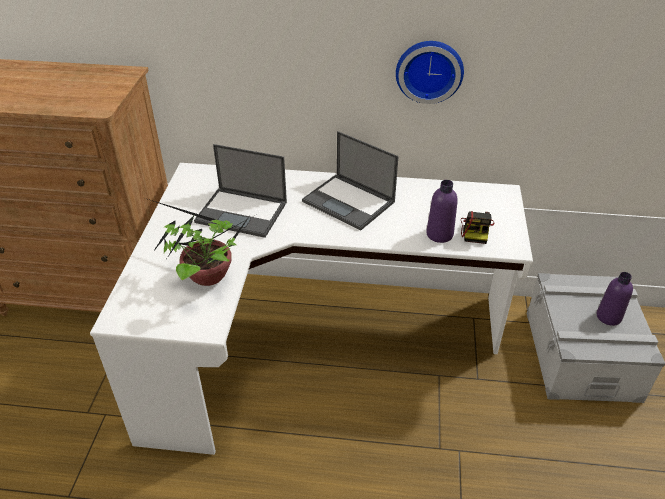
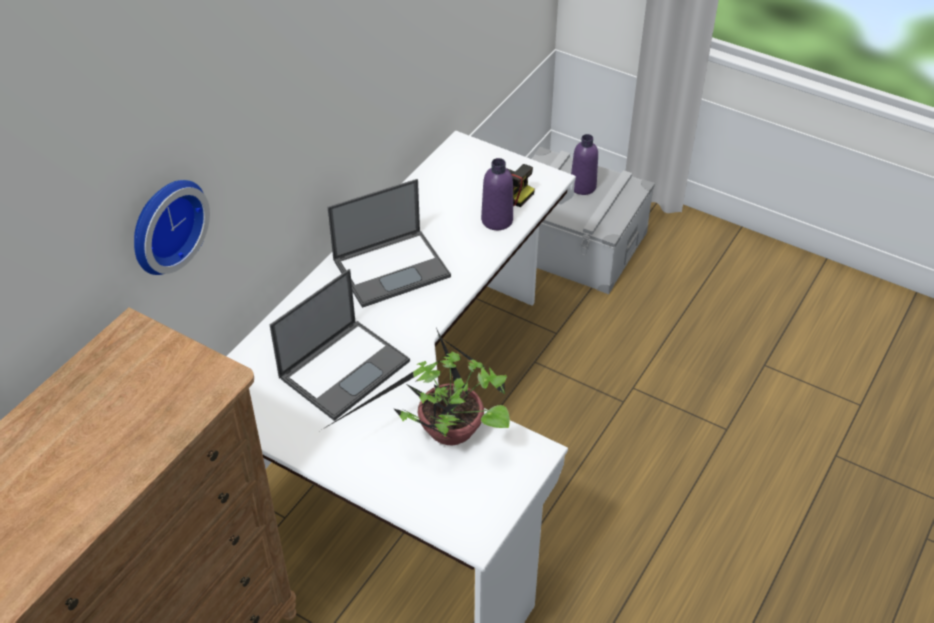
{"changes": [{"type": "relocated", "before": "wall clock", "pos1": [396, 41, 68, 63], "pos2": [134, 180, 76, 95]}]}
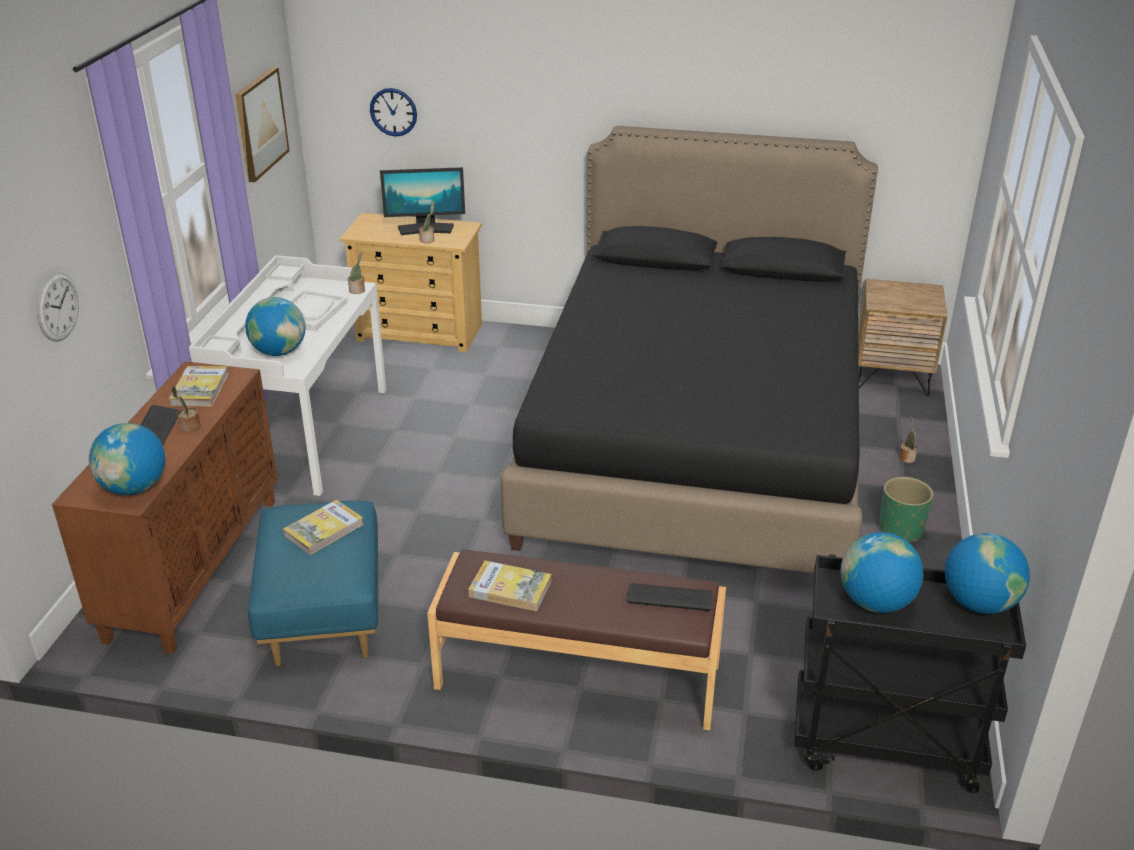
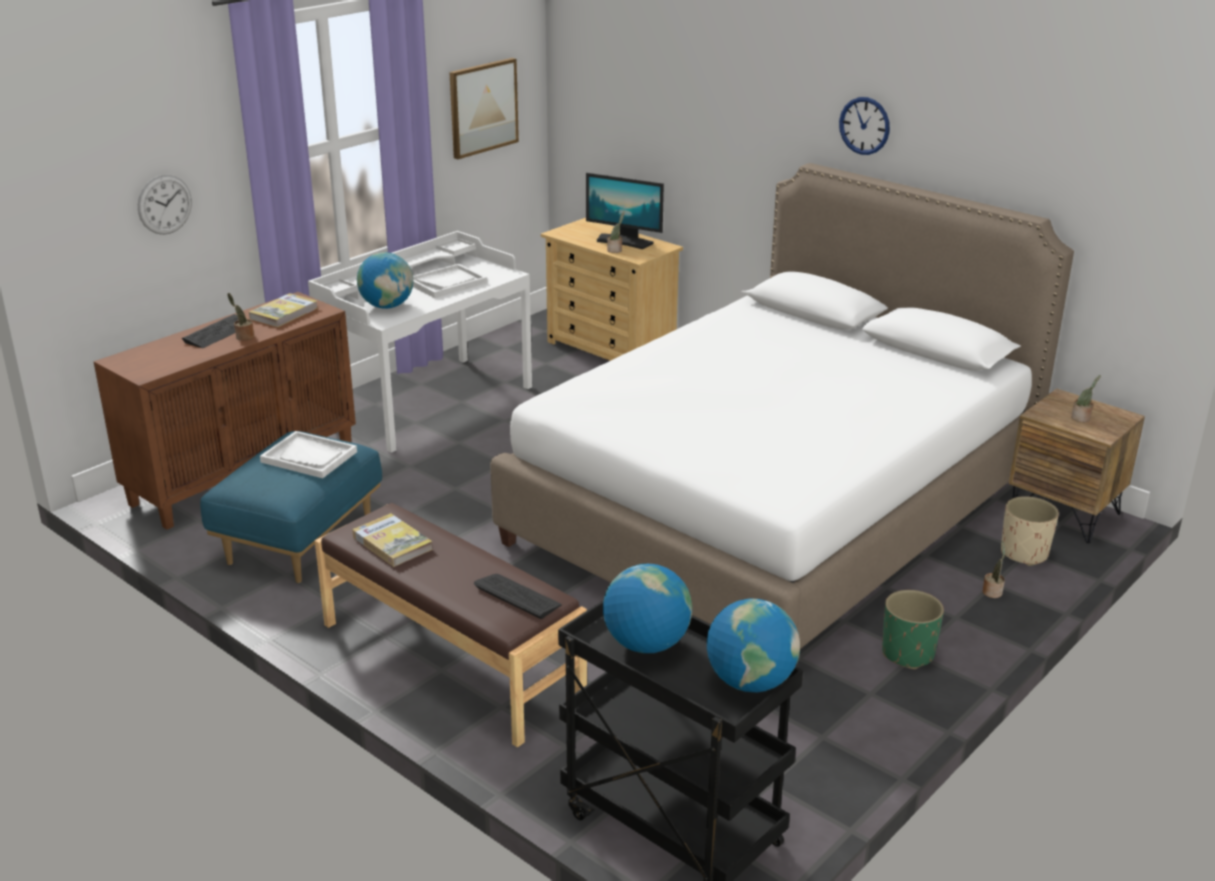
{"changes": [{"type": "relocated", "before": "wall clock", "pos1": [370, 88, 47, 49], "pos2": [839, 97, 51, 58]}, {"type": "colour", "before": "black bed", "after": "white bed", "pos1": [501, 126, 377, 448], "pos2": [490, 163, 584, 486]}, {"type": "relocated", "before": "potted plant", "pos1": [348, 251, 17, 43], "pos2": [1071, 375, 30, 47]}, {"type": "missing", "before": "globe", "pos1": [89, 423, 76, 72]}, {"type": "exchanged", "before": "book", "after": "white tray", "pos1": [283, 500, 81, 55], "pos2": [260, 431, 97, 47]}, {"type": "appeared", "after": "beige planter", "pos2": [1001, 496, 58, 70]}]}
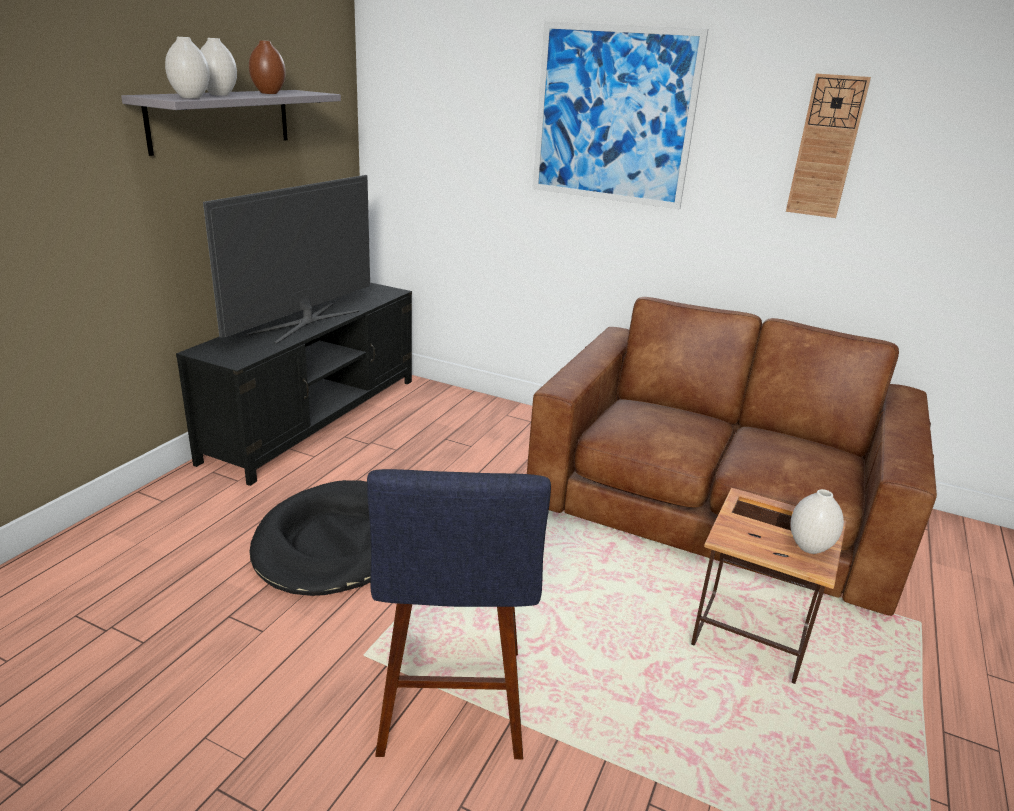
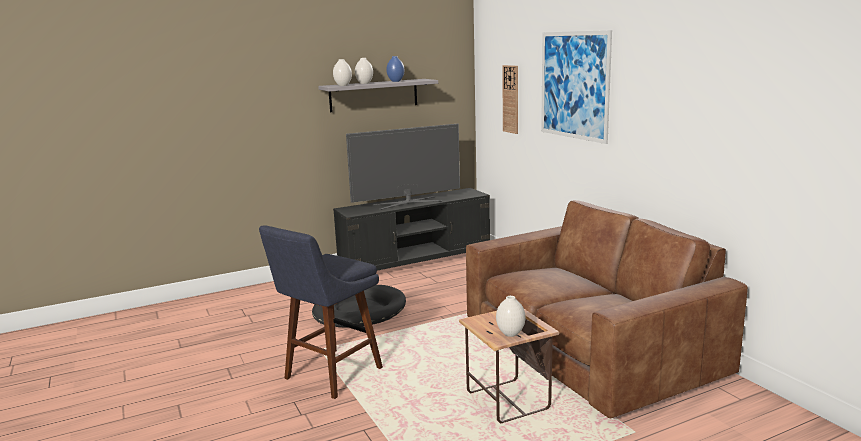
{"changes": [{"type": "colour", "before": "brown vase", "after": "blue vase", "pos1": [249, 40, 37, 54], "pos2": [386, 56, 18, 26]}, {"type": "relocated", "before": "wall clock", "pos1": [786, 73, 85, 145], "pos2": [502, 65, 16, 69]}]}
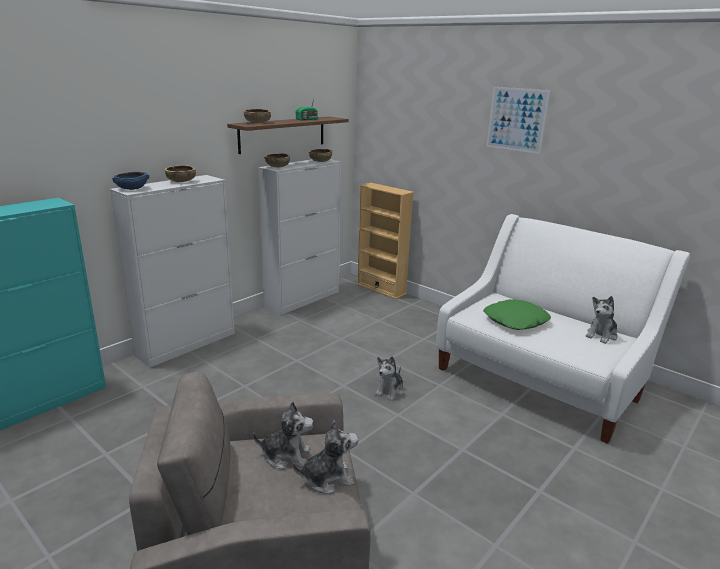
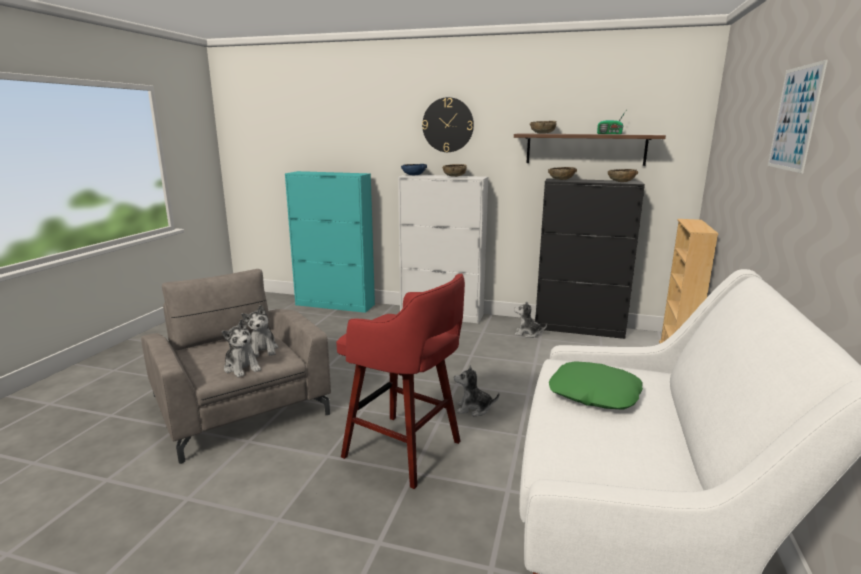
{"changes": [{"type": "colour", "before": "white cabinet", "after": "black cabinet", "pos1": [258, 159, 83, 156], "pos2": [535, 178, 110, 161]}, {"type": "relocated", "before": "plush toy", "pos1": [585, 296, 32, 48], "pos2": [514, 301, 33, 37]}, {"type": "appeared", "after": "wall clock", "pos2": [422, 97, 52, 55]}, {"type": "appeared", "after": "red stool", "pos2": [336, 273, 129, 216]}]}
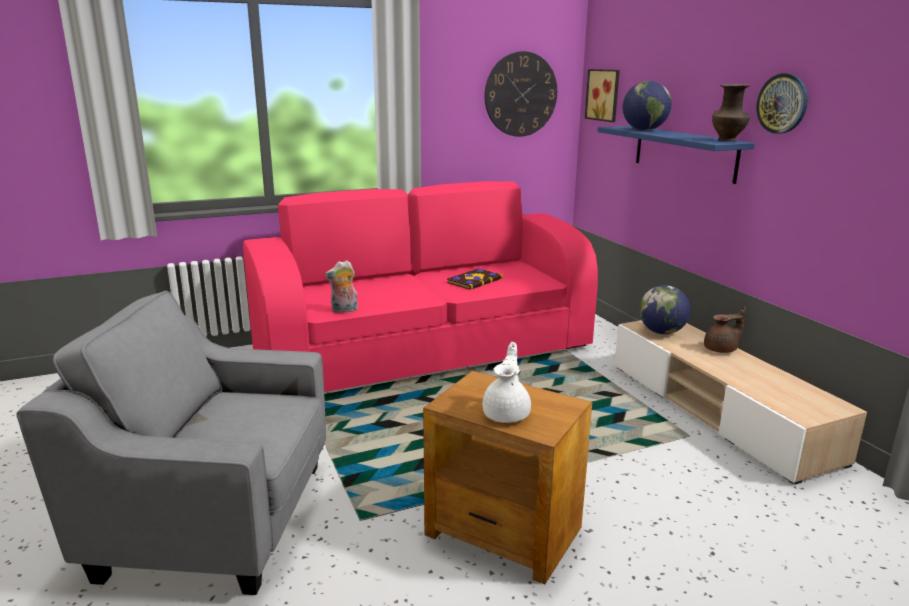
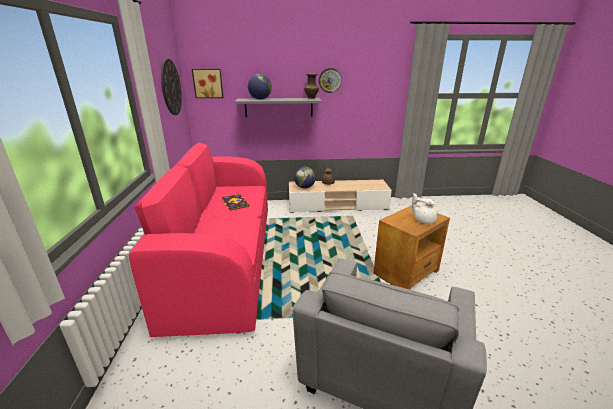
{"changes": [{"type": "colour", "before": "blue shelf", "after": "grey shelf", "pos1": [597, 126, 158, 58], "pos2": [234, 98, 87, 19]}, {"type": "missing", "before": "plush toy", "pos1": [325, 260, 33, 53]}]}
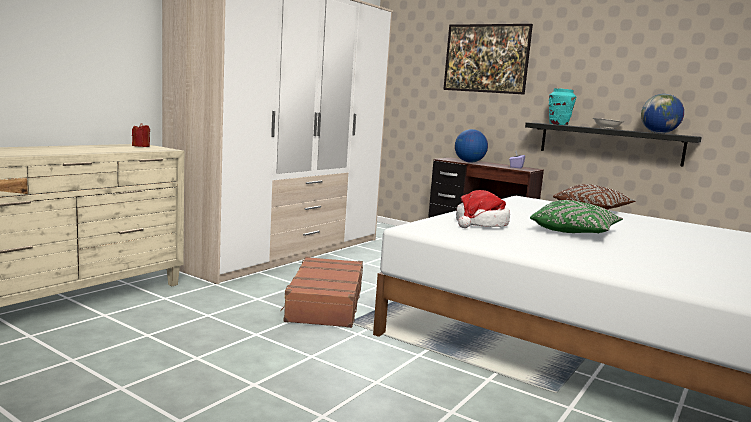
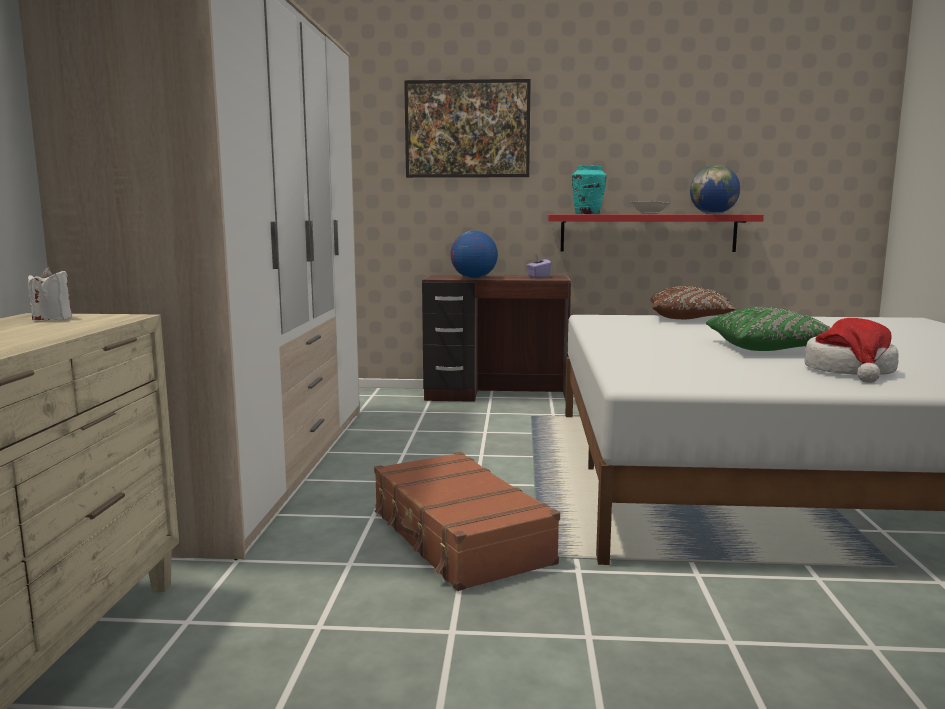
{"changes": [{"type": "colour", "before": "red candle", "after": "white candle", "pos1": [132, 123, 18, 24], "pos2": [28, 267, 44, 53]}, {"type": "colour", "before": "black shelf", "after": "red shelf", "pos1": [525, 123, 177, 43], "pos2": [548, 215, 216, 37]}, {"type": "relocated", "before": "hat", "pos1": [456, 190, 54, 38], "pos2": [804, 318, 95, 65]}]}
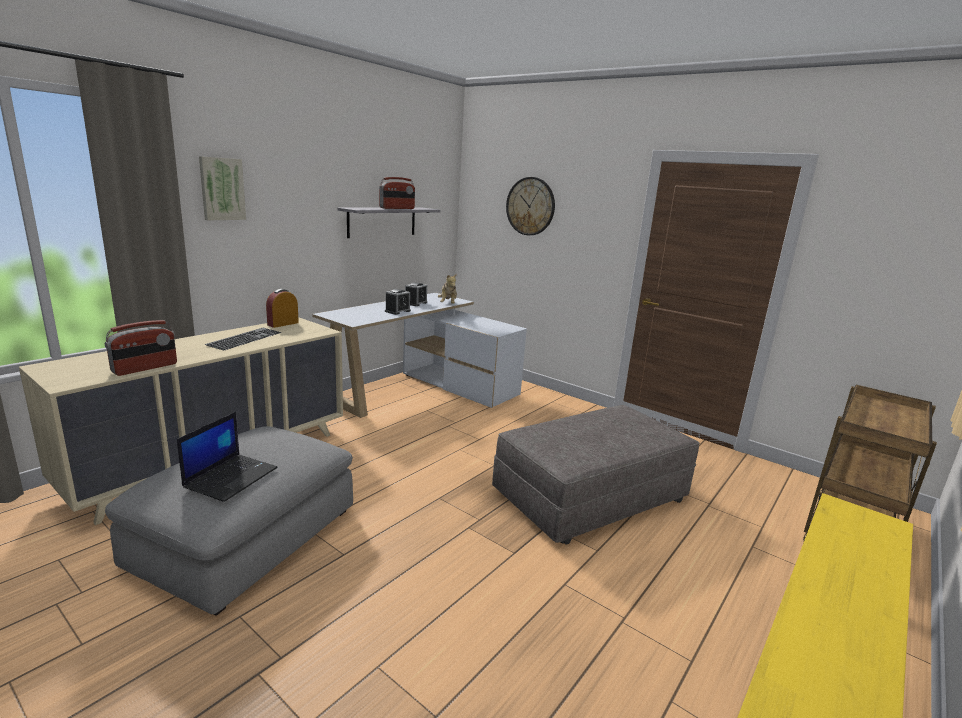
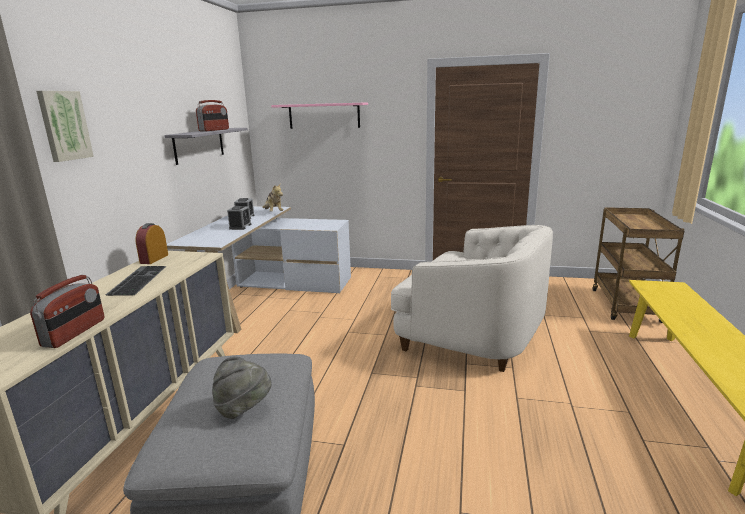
{"changes": [{"type": "exchanged", "before": "wall clock", "after": "pink shelf", "pos1": [506, 177, 49, 58], "pos2": [271, 102, 97, 27]}, {"type": "exchanged", "before": "grey ottoman", "after": "white armchair", "pos1": [492, 405, 208, 140], "pos2": [391, 225, 162, 147]}, {"type": "exchanged", "before": "laptop", "after": "grey hat", "pos1": [177, 412, 101, 90], "pos2": [212, 357, 59, 62]}]}
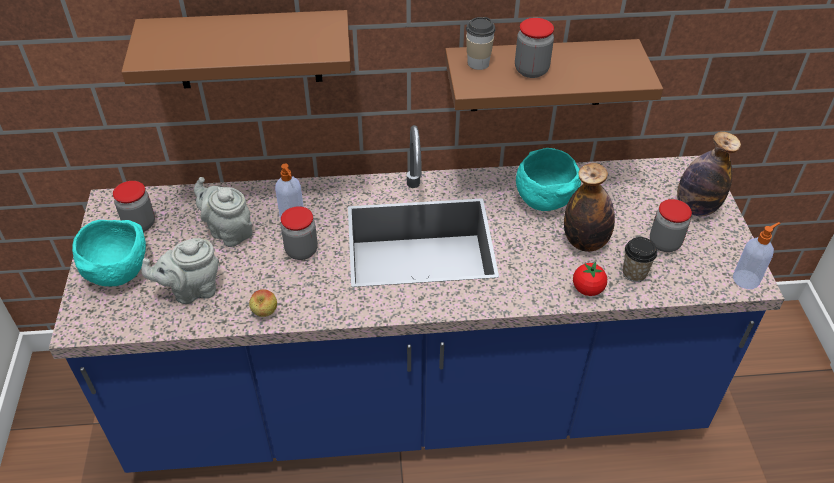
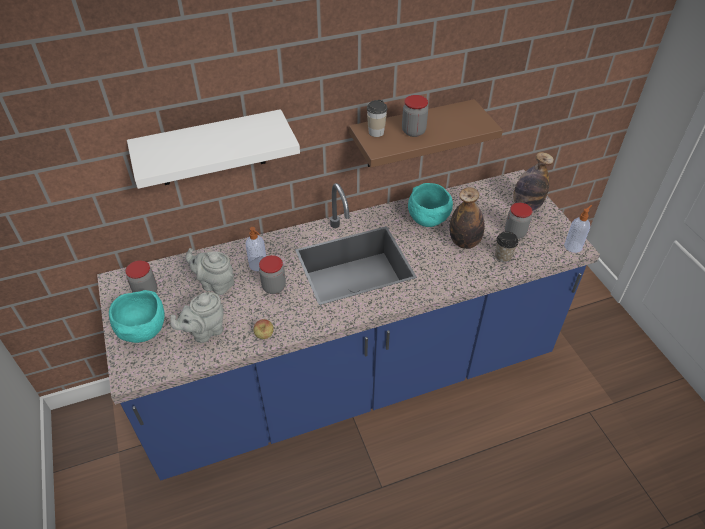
{"changes": [{"type": "colour", "before": "brown shelf", "after": "white shelf", "pos1": [121, 10, 230, 78], "pos2": [127, 109, 173, 80]}, {"type": "missing", "before": "tomato", "pos1": [573, 262, 34, 34]}]}
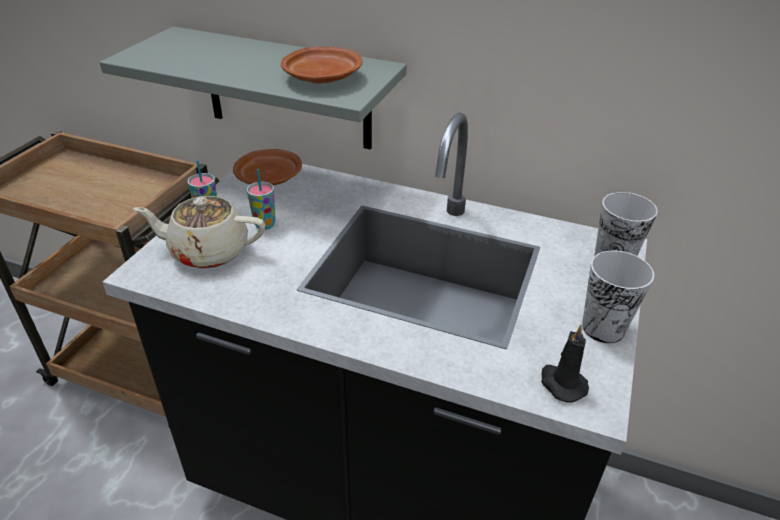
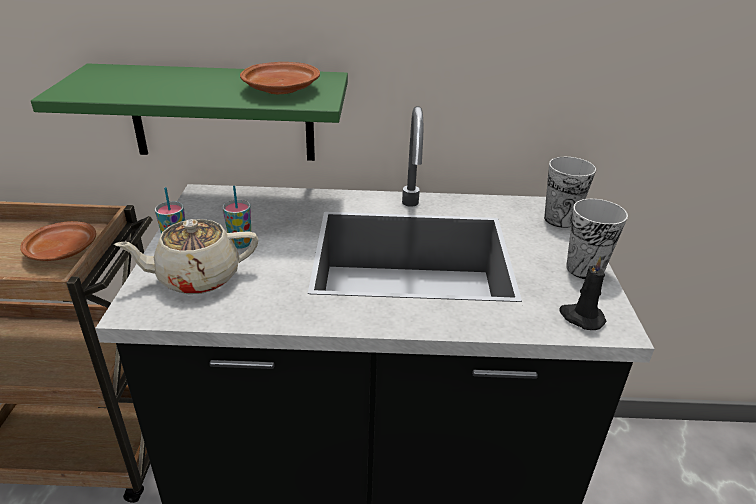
{"changes": [{"type": "colour", "before": "grey shelf", "after": "green shelf", "pos1": [100, 26, 307, 124], "pos2": [31, 63, 317, 98]}, {"type": "relocated", "before": "brown plate", "pos1": [233, 149, 69, 36], "pos2": [20, 221, 76, 40]}]}
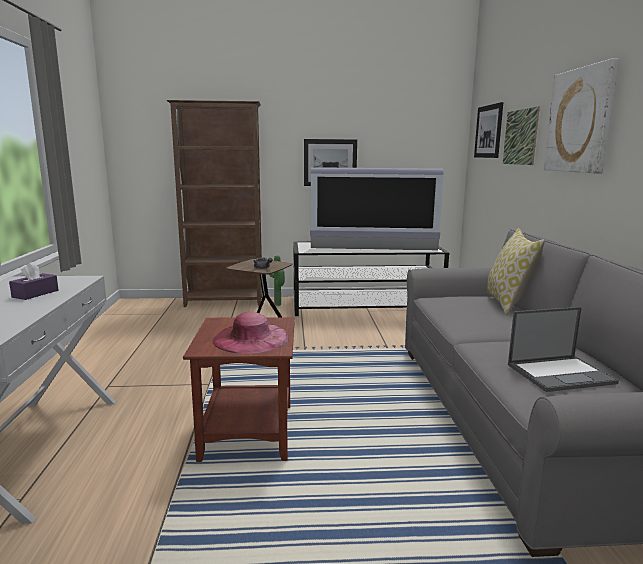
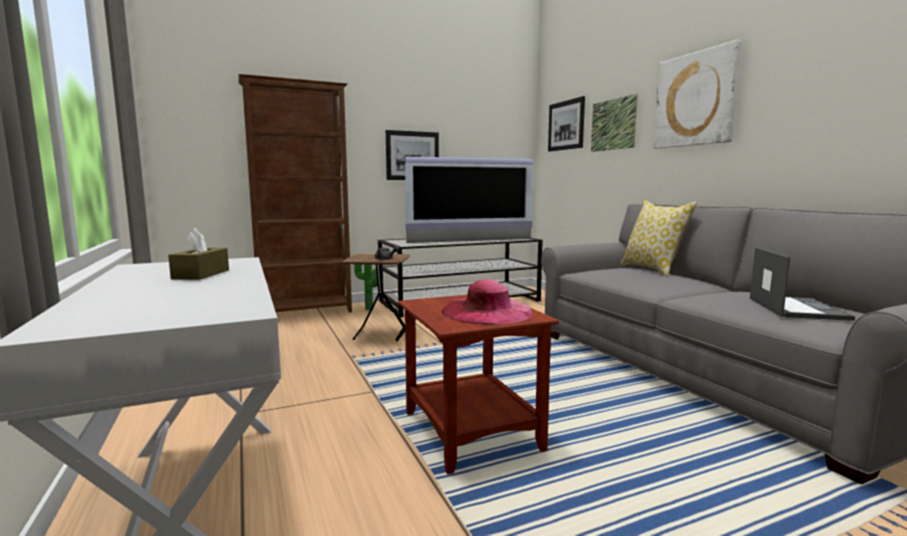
{"changes": [{"type": "colour", "before": "purple tissue box", "after": "brown tissue box", "pos1": [9, 262, 49, 38], "pos2": [168, 228, 61, 52]}, {"type": "spun", "before": "laptop", "pos1": [508, 307, 111, 85], "pos2": [750, 247, 105, 74], "turn": -45}]}
